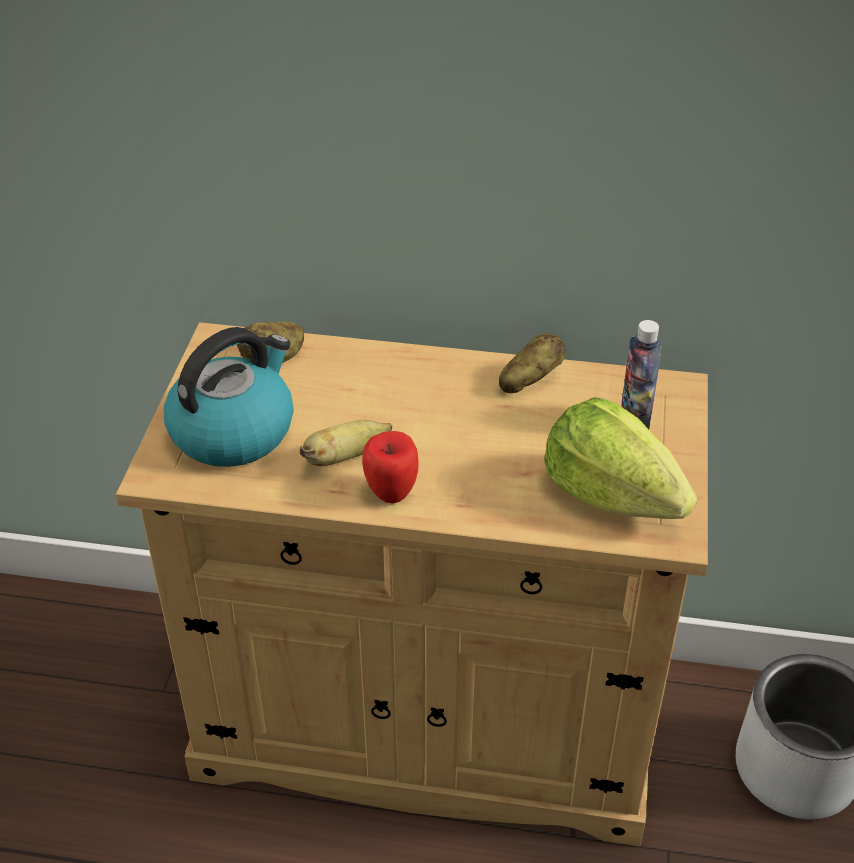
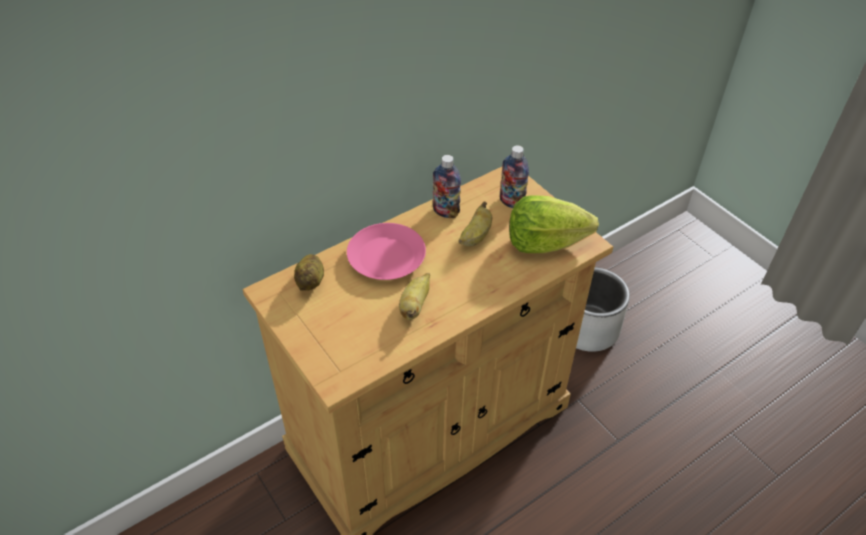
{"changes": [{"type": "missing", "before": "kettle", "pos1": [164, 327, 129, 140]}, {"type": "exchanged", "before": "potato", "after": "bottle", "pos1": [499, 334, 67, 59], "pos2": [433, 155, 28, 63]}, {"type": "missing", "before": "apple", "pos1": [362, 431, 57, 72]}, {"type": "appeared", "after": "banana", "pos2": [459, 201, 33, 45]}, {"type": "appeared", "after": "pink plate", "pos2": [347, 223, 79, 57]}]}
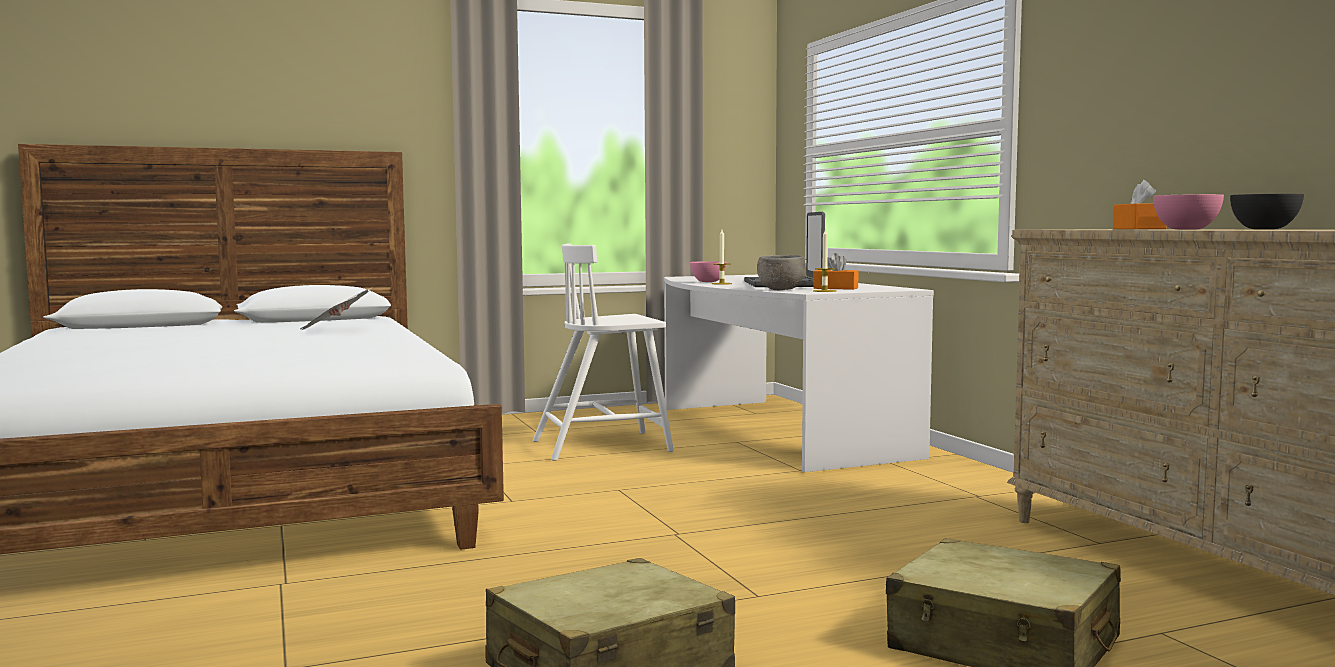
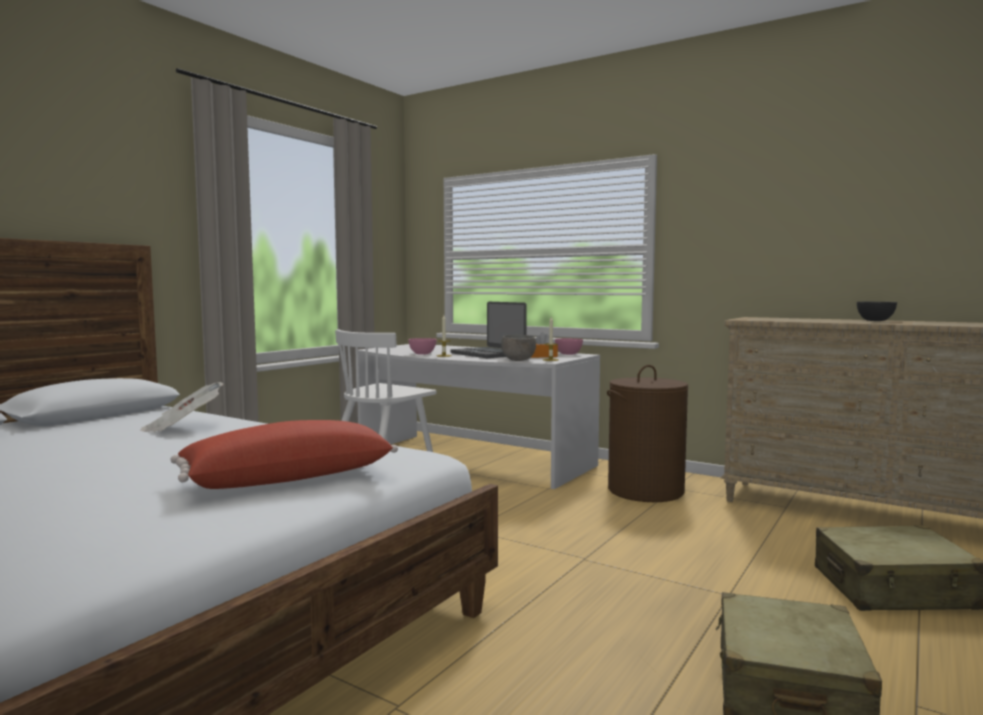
{"changes": [{"type": "missing", "before": "orange tissue box", "pos1": [1113, 180, 53, 49]}, {"type": "relocated", "before": "pink bowl", "pos1": [1153, 194, 71, 36], "pos2": [555, 338, 28, 17]}, {"type": "appeared", "after": "brown laundry basket", "pos2": [607, 365, 82, 137]}, {"type": "appeared", "after": "red pillow", "pos2": [171, 420, 227, 69]}]}
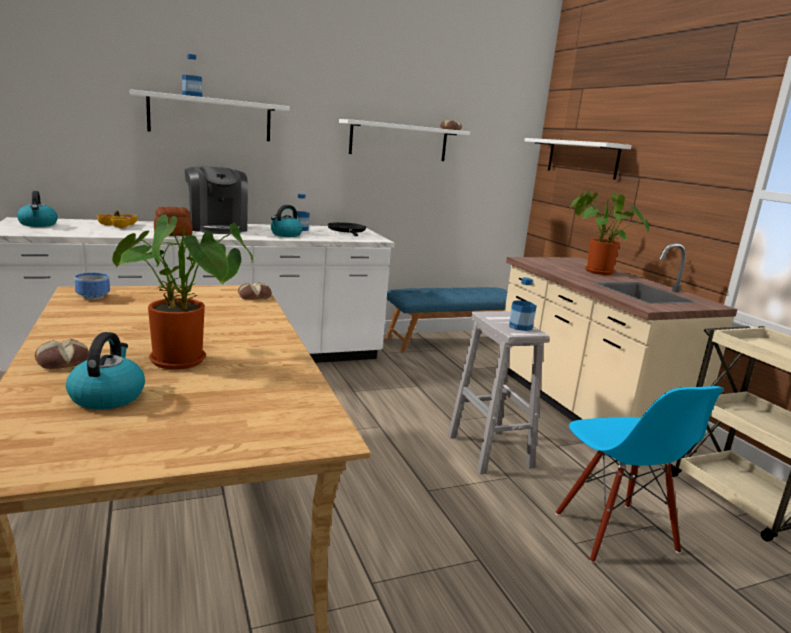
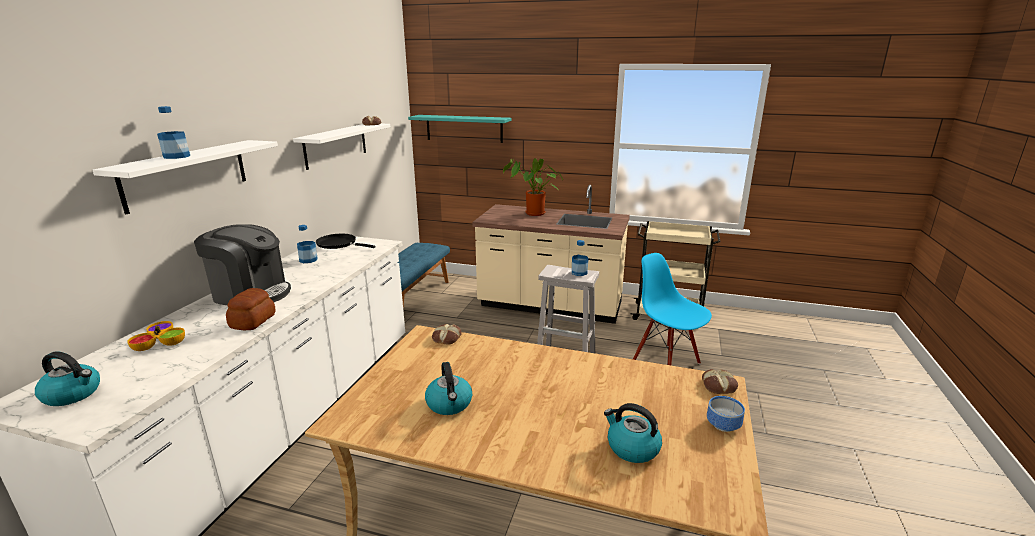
{"changes": [{"type": "colour", "before": "white shelf", "after": "turquoise shelf", "pos1": [524, 138, 108, 42], "pos2": [408, 115, 104, 28]}, {"type": "relocated", "before": "kettle", "pos1": [271, 205, 32, 32], "pos2": [425, 362, 47, 53]}, {"type": "missing", "before": "potted plant", "pos1": [112, 215, 141, 155]}, {"type": "relocated", "before": "bowl", "pos1": [74, 273, 36, 27], "pos2": [707, 396, 38, 36]}, {"type": "relocated", "before": "bread", "pos1": [35, 339, 54, 30], "pos2": [702, 369, 36, 25]}, {"type": "spun", "before": "blue chair", "pos1": [555, 386, 168, 177], "pos2": [633, 253, 79, 112], "turn": -150}]}
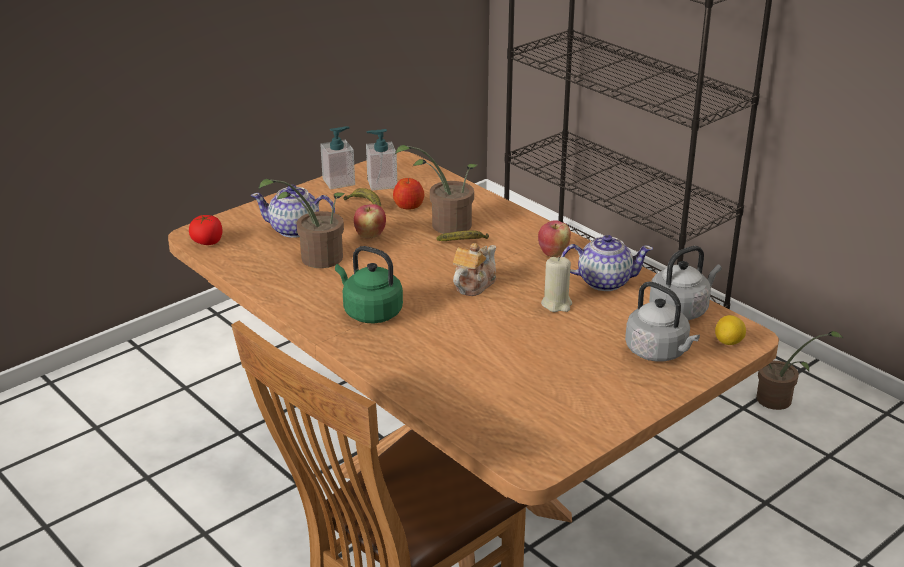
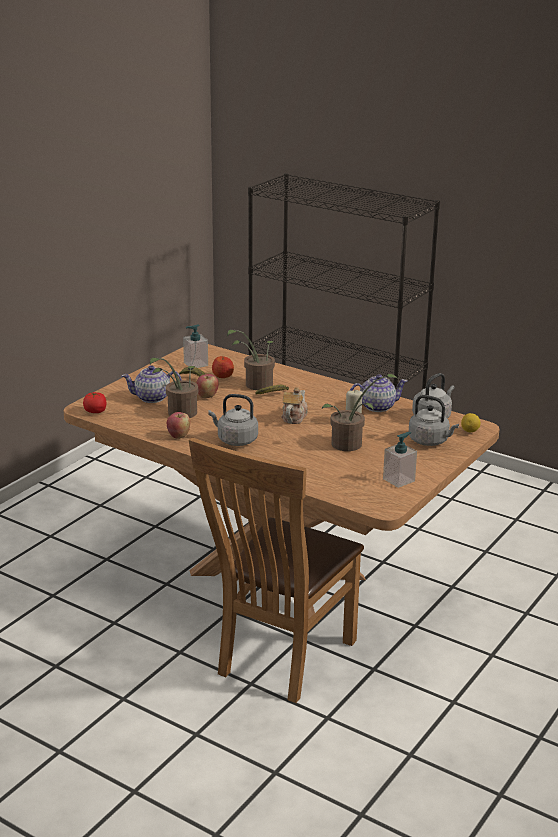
{"changes": [{"type": "relocated", "before": "soap dispenser", "pos1": [320, 126, 35, 63], "pos2": [383, 432, 34, 56]}, {"type": "relocated", "before": "apple", "pos1": [538, 220, 33, 37], "pos2": [167, 412, 23, 27]}, {"type": "colour", "before": "green kettle", "after": "grey kettle", "pos1": [335, 246, 68, 77], "pos2": [208, 394, 50, 52]}, {"type": "relocated", "before": "potted plant", "pos1": [756, 331, 88, 79], "pos2": [322, 374, 75, 77]}]}
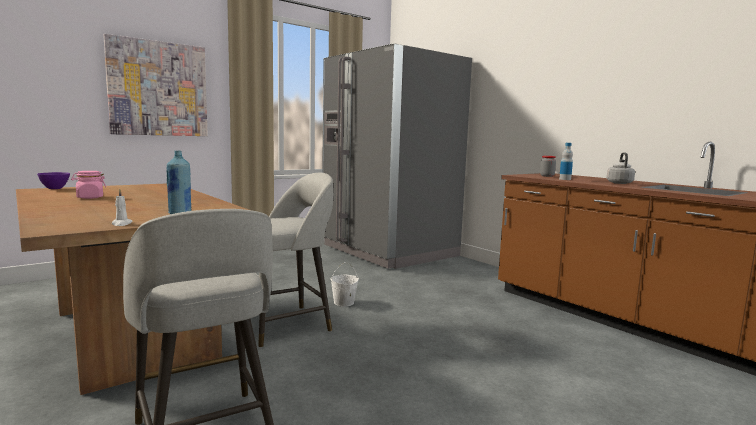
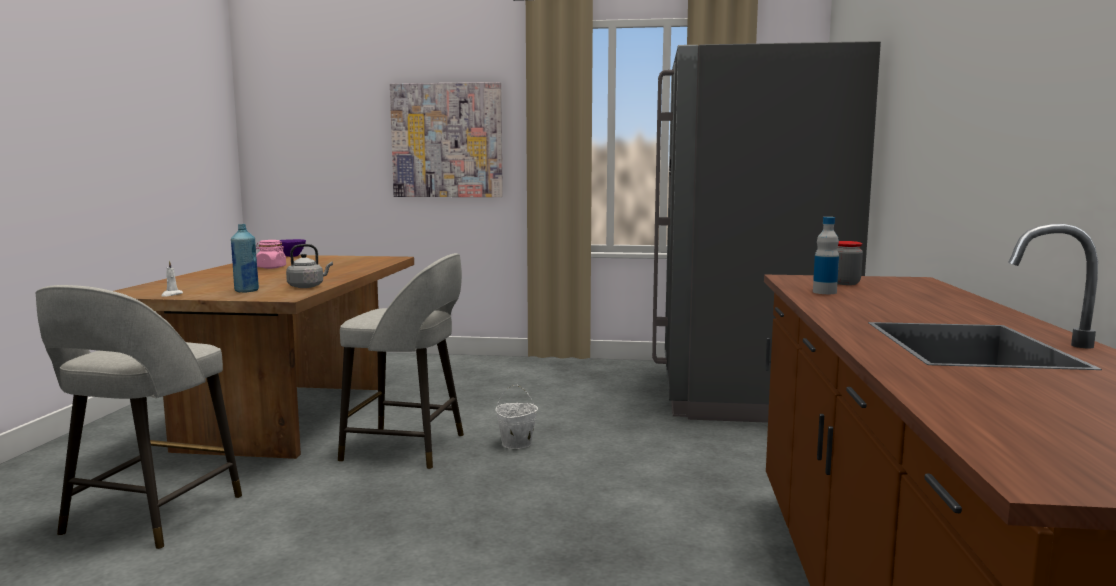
{"changes": [{"type": "relocated", "before": "grey kettle", "pos1": [607, 152, 28, 32], "pos2": [286, 244, 47, 44]}]}
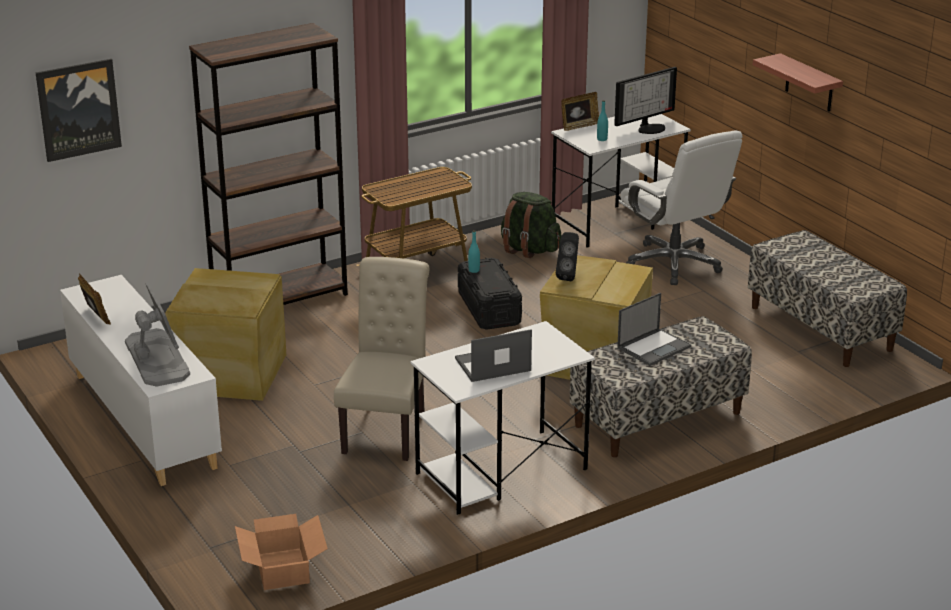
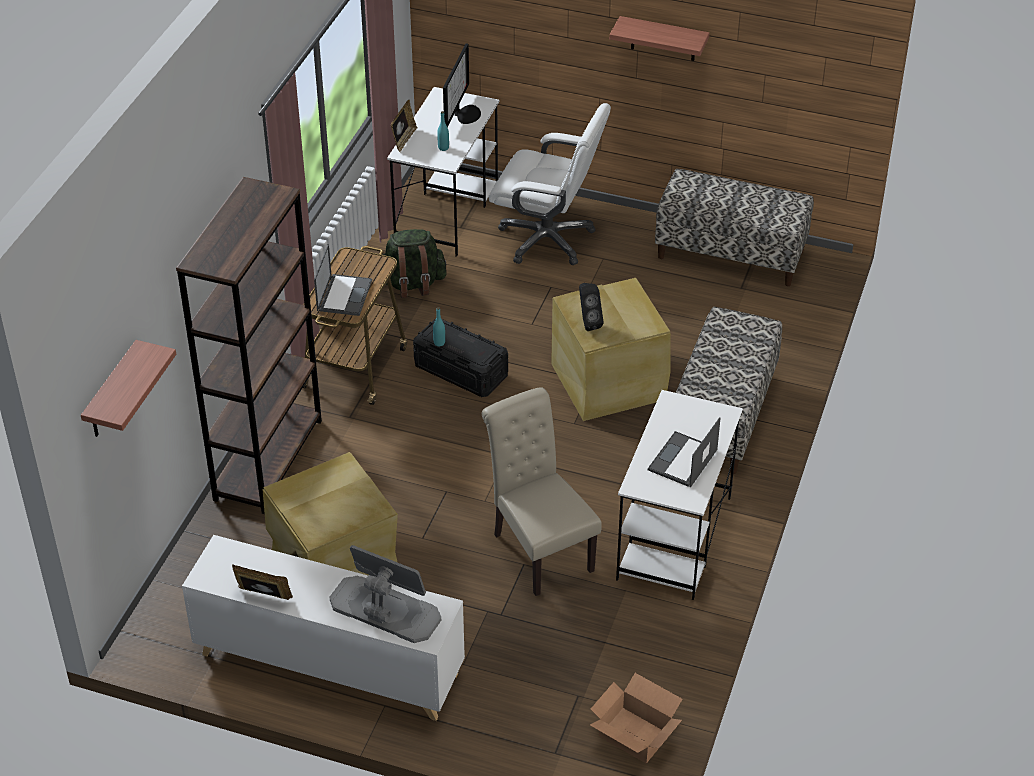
{"changes": [{"type": "exchanged", "before": "picture", "after": "shelf", "pos1": [36, 59, 86, 103], "pos2": [81, 340, 95, 97]}, {"type": "relocated", "before": "laptop", "pos1": [617, 293, 74, 73], "pos2": [314, 244, 58, 72]}]}
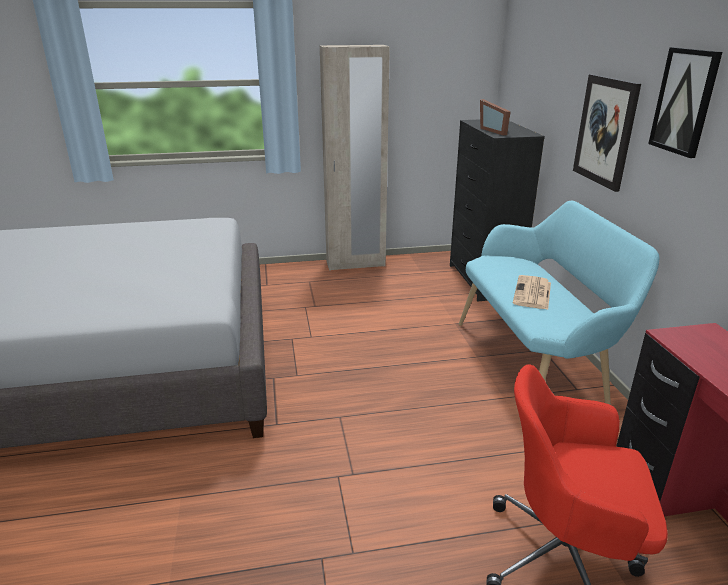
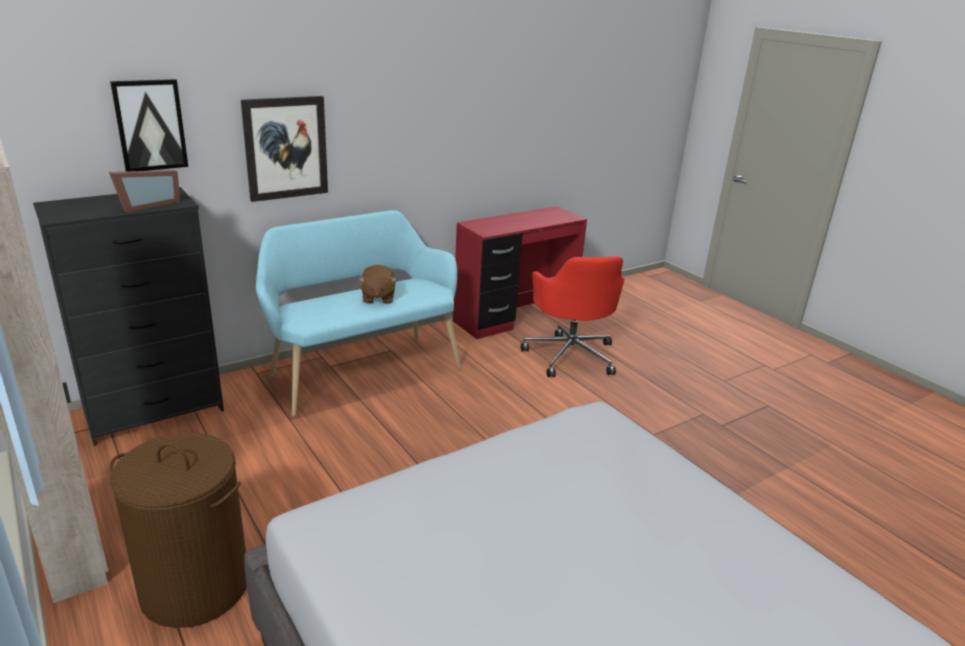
{"changes": [{"type": "relocated", "before": "picture", "pos1": [648, 47, 74, 111], "pos2": [110, 79, 78, 93]}, {"type": "exchanged", "before": "newspaper", "after": "brown plush toy", "pos1": [513, 275, 38, 35], "pos2": [359, 265, 38, 39]}, {"type": "appeared", "after": "brown laundry basket", "pos2": [109, 433, 138, 195]}]}
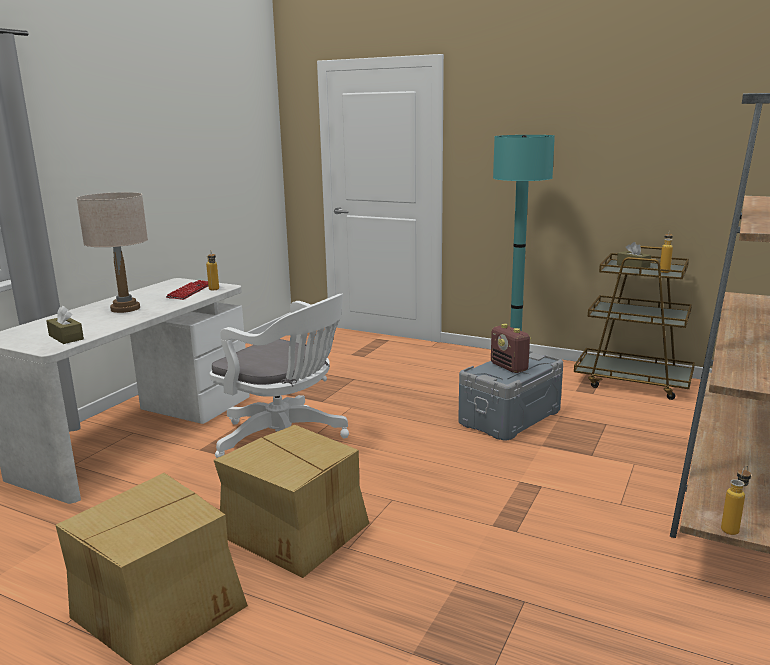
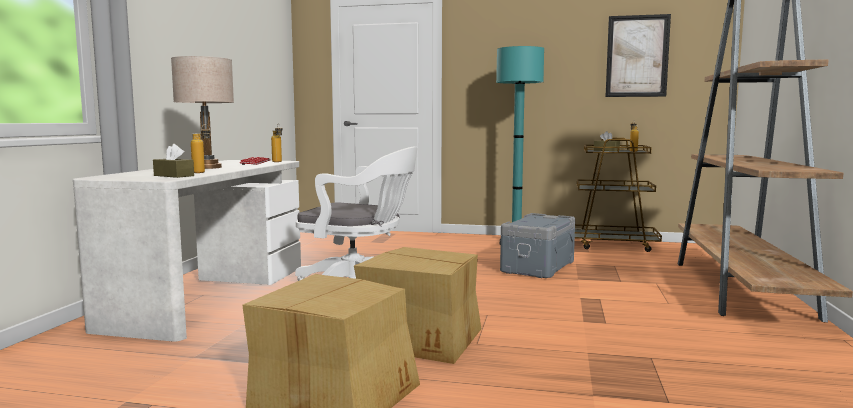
{"changes": [{"type": "missing", "before": "radio", "pos1": [491, 324, 40, 49]}, {"type": "relocated", "before": "bottle", "pos1": [721, 465, 30, 70], "pos2": [191, 124, 19, 49]}, {"type": "appeared", "after": "picture", "pos2": [606, 14, 65, 83]}]}
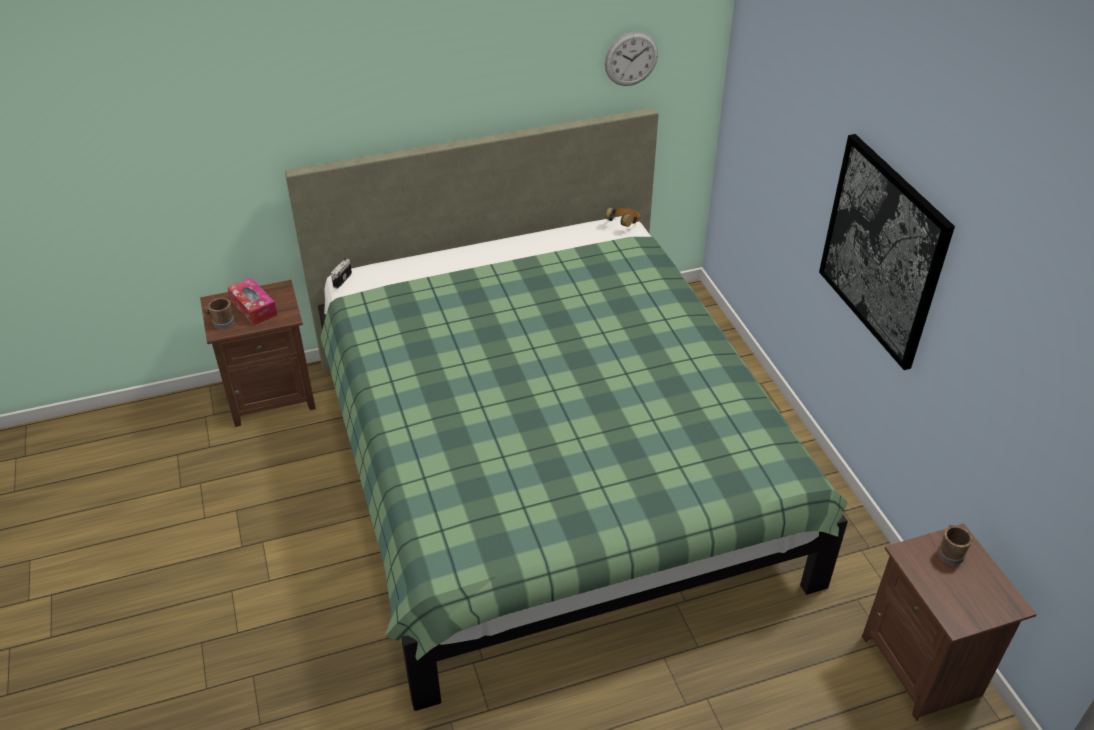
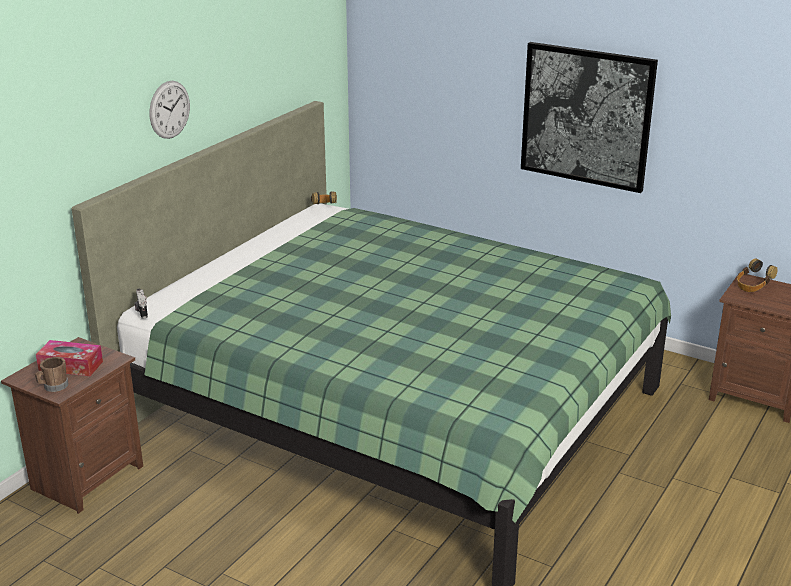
{"changes": [{"type": "relocated", "before": "wall clock", "pos1": [605, 32, 53, 54], "pos2": [150, 81, 40, 58]}, {"type": "exchanged", "before": "brown mug", "after": "headphones", "pos1": [938, 525, 35, 40], "pos2": [737, 258, 41, 34]}]}
